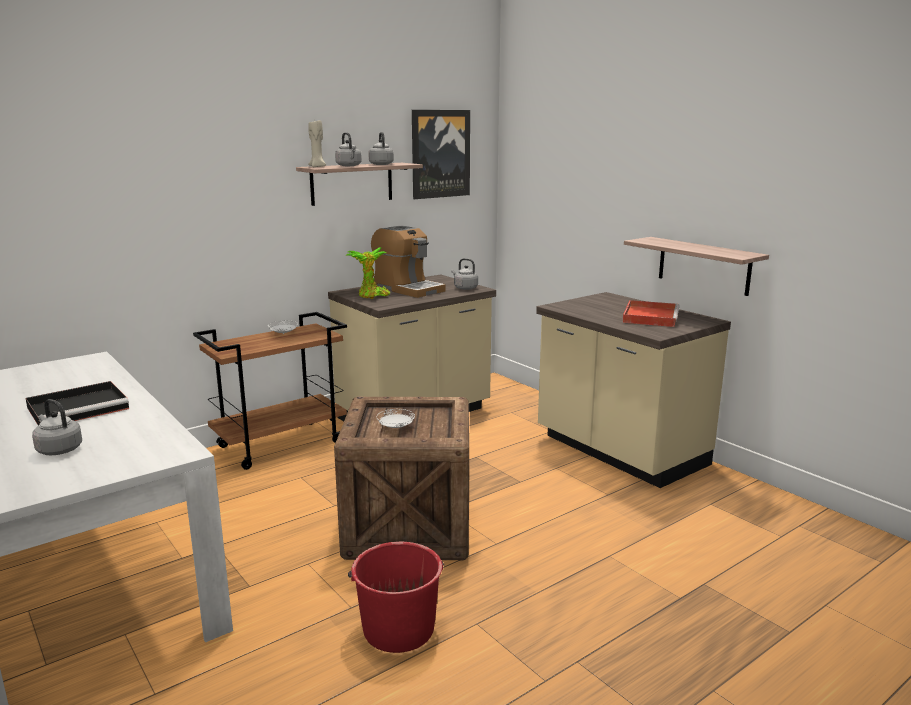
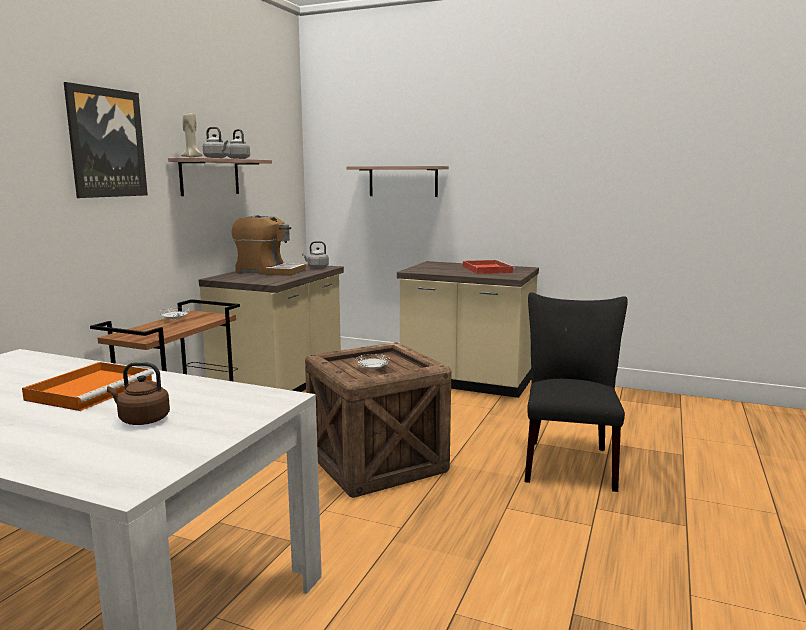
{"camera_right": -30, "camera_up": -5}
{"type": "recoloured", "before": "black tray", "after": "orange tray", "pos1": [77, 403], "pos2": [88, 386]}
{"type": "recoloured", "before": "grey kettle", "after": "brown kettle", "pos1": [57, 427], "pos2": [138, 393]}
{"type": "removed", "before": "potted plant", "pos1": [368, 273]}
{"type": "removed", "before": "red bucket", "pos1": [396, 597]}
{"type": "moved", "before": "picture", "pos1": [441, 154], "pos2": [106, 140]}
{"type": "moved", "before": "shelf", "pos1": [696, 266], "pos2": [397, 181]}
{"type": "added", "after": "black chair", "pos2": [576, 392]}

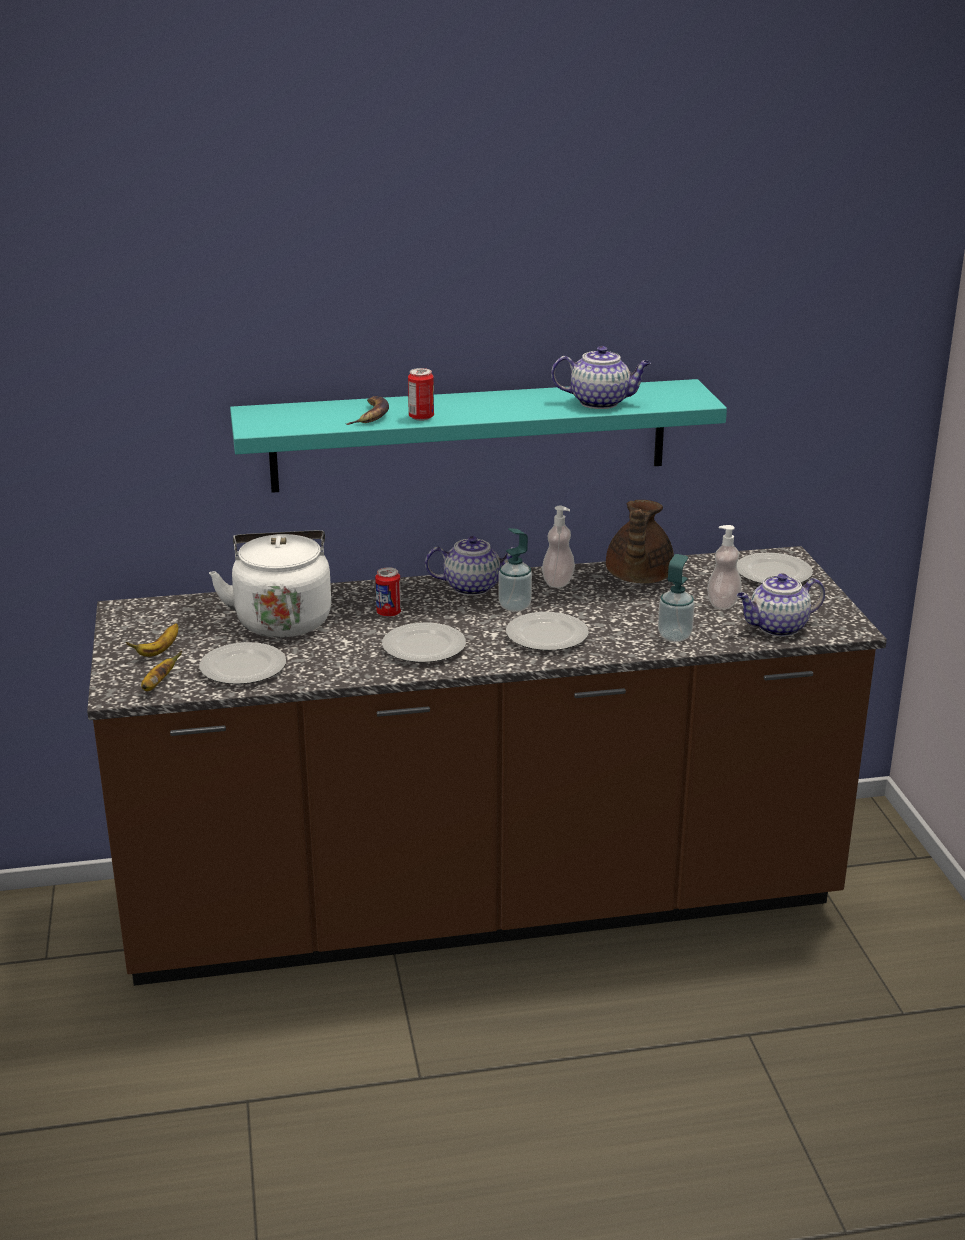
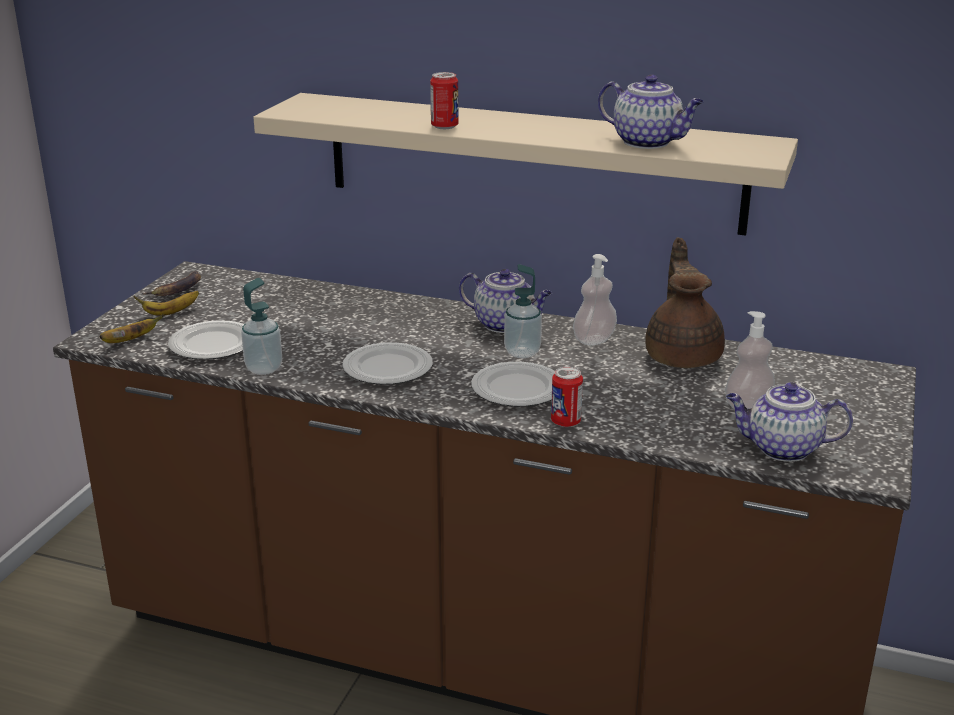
{"camera_right": 30, "camera_up": 0}
{"type": "removed", "before": "white kettle", "pos1": [270, 584]}
{"type": "recoloured", "before": "turquoise shelf", "after": "beige shelf", "pos1": [478, 436], "pos2": [525, 164]}
{"type": "moved", "before": "banana", "pos1": [367, 410], "pos2": [172, 283]}
{"type": "moved", "before": "can", "pos1": [388, 592], "pos2": [567, 397]}
{"type": "turned", "before": "brown teapot", "pos1": [640, 541], "pos2": [685, 302], "turn": 135}
{"type": "moved", "before": "soap dispenser", "pos1": [676, 598], "pos2": [261, 326]}
{"type": "removed", "before": "plate", "pos1": [775, 568]}

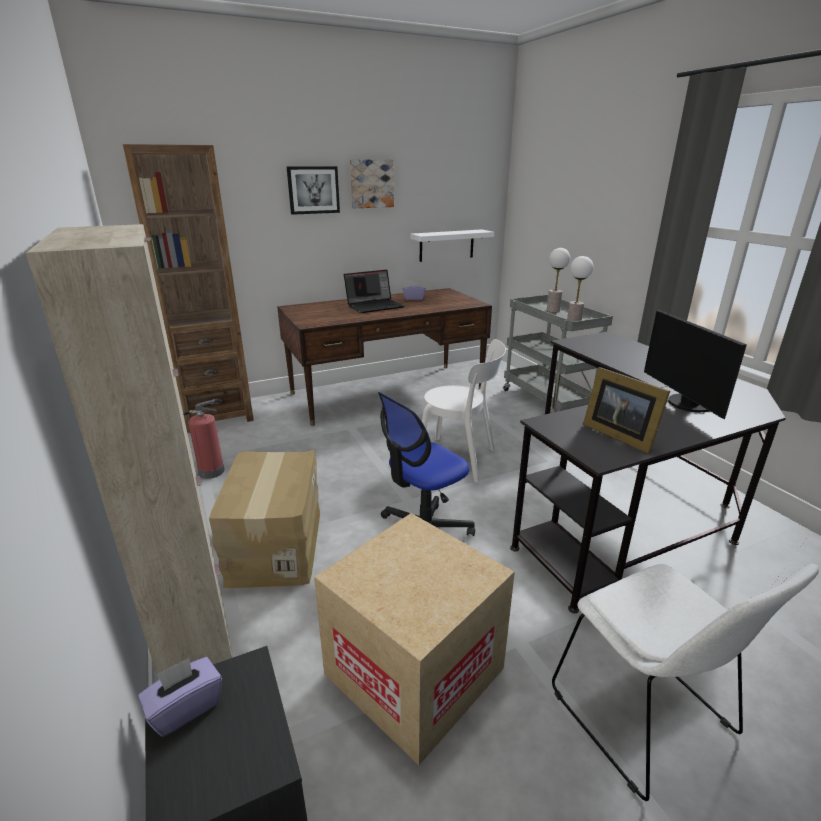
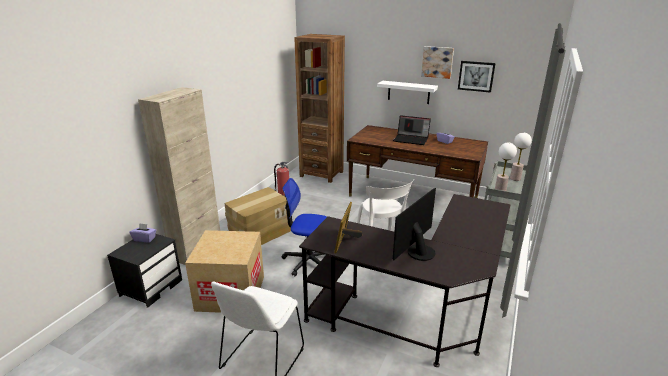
{"camera_right": 50, "camera_up": 0}
{"type": "moved", "before": "picture", "pos1": [313, 190], "pos2": [477, 77]}
{"type": "moved", "before": "white shelf", "pos1": [452, 245], "pos2": [407, 92]}

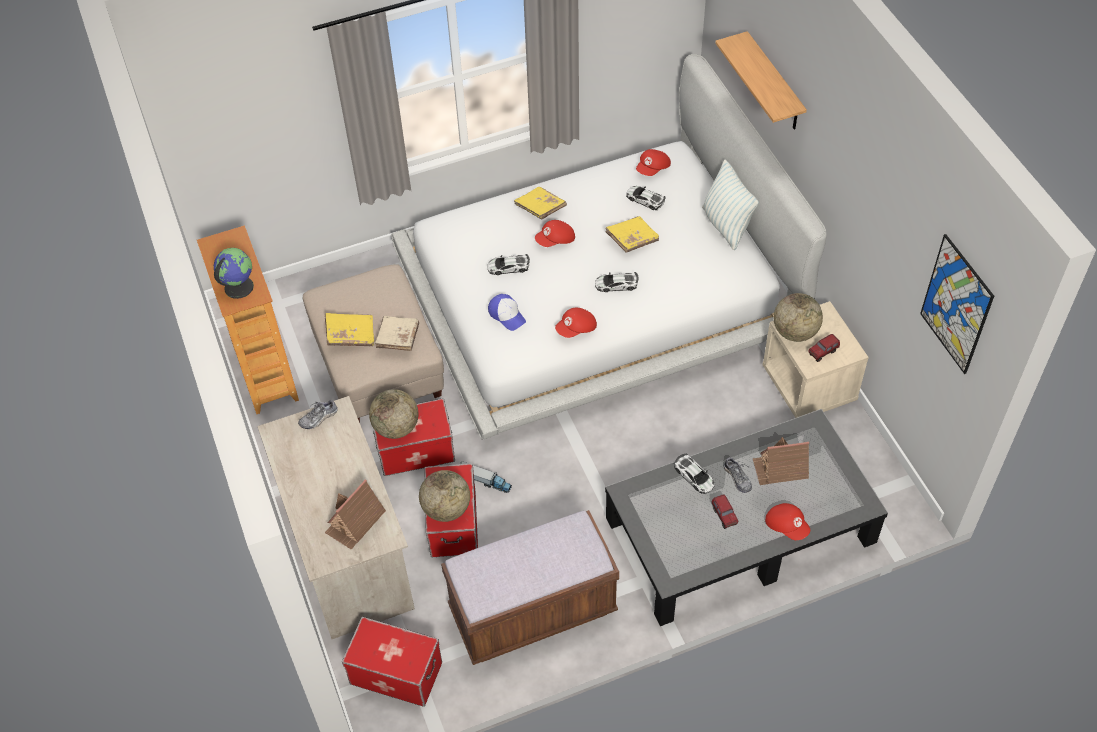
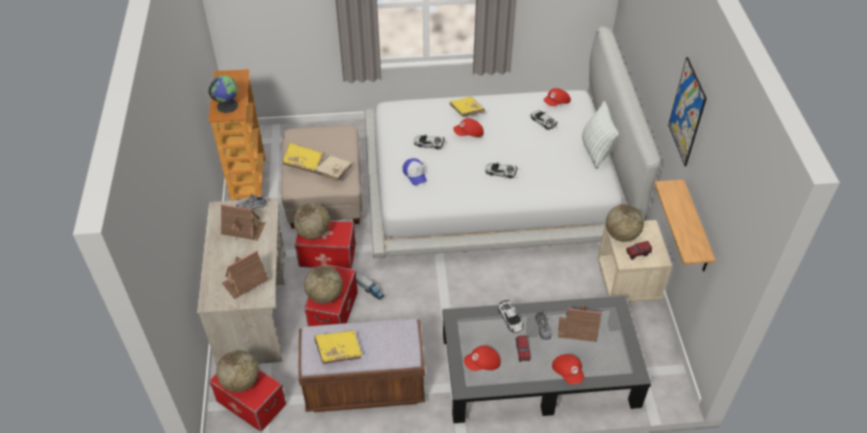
{"camera_right": 15, "camera_up": -5}
{"type": "moved", "before": "red cap", "pos1": [576, 323], "pos2": [482, 358]}
{"type": "moved", "before": "yellow book", "pos1": [632, 234], "pos2": [338, 347]}
{"type": "moved", "before": "shelf", "pos1": [761, 80], "pos2": [685, 226]}
{"type": "moved", "before": "picture", "pos1": [957, 304], "pos2": [687, 111]}
{"type": "added", "after": "globe", "pos2": [237, 371]}
{"type": "added", "after": "toy house", "pos2": [242, 222]}

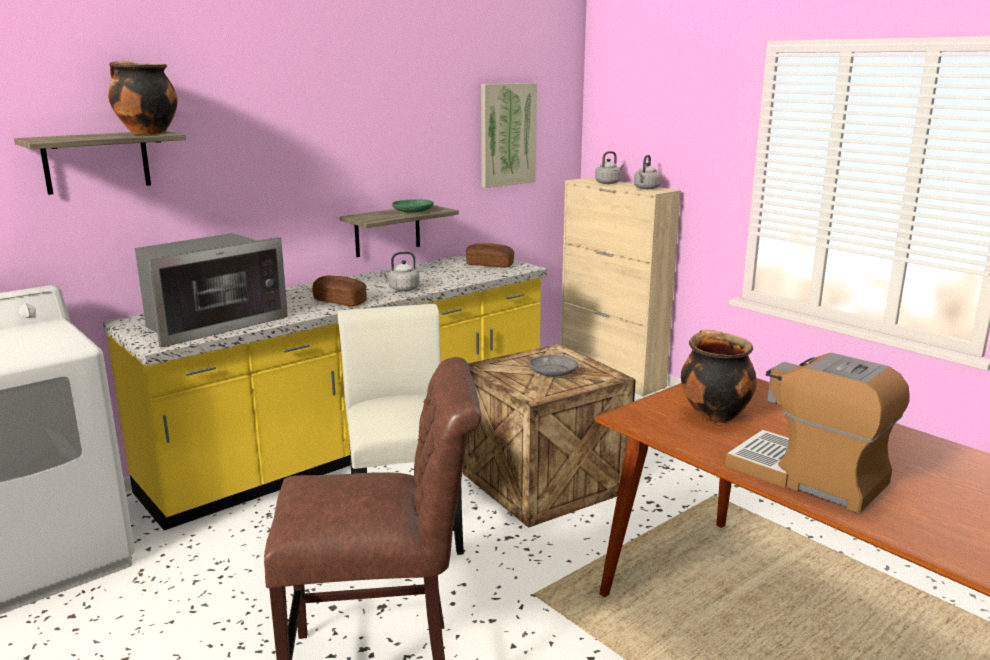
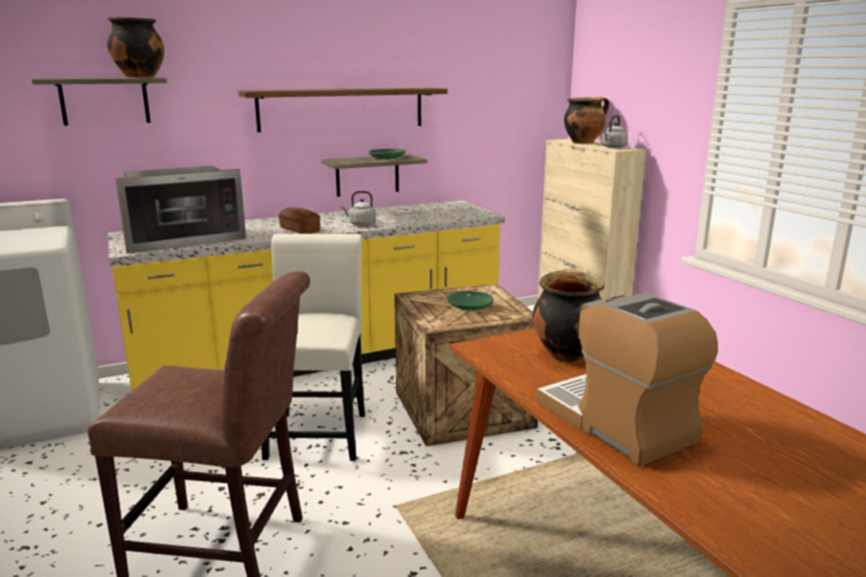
{"camera_right": 15, "camera_up": 0}
{"type": "removed", "before": "bread", "pos1": [490, 255]}
{"type": "removed", "before": "picture", "pos1": [509, 135]}
{"type": "recoloured", "before": "grey plate", "after": "green plate", "pos1": [553, 366], "pos2": [471, 301]}
{"type": "replaced", "before": "grey kettle", "after": "cooking pot", "pos1": [609, 167], "pos2": [586, 120]}
{"type": "added", "after": "shelf", "pos2": [342, 110]}

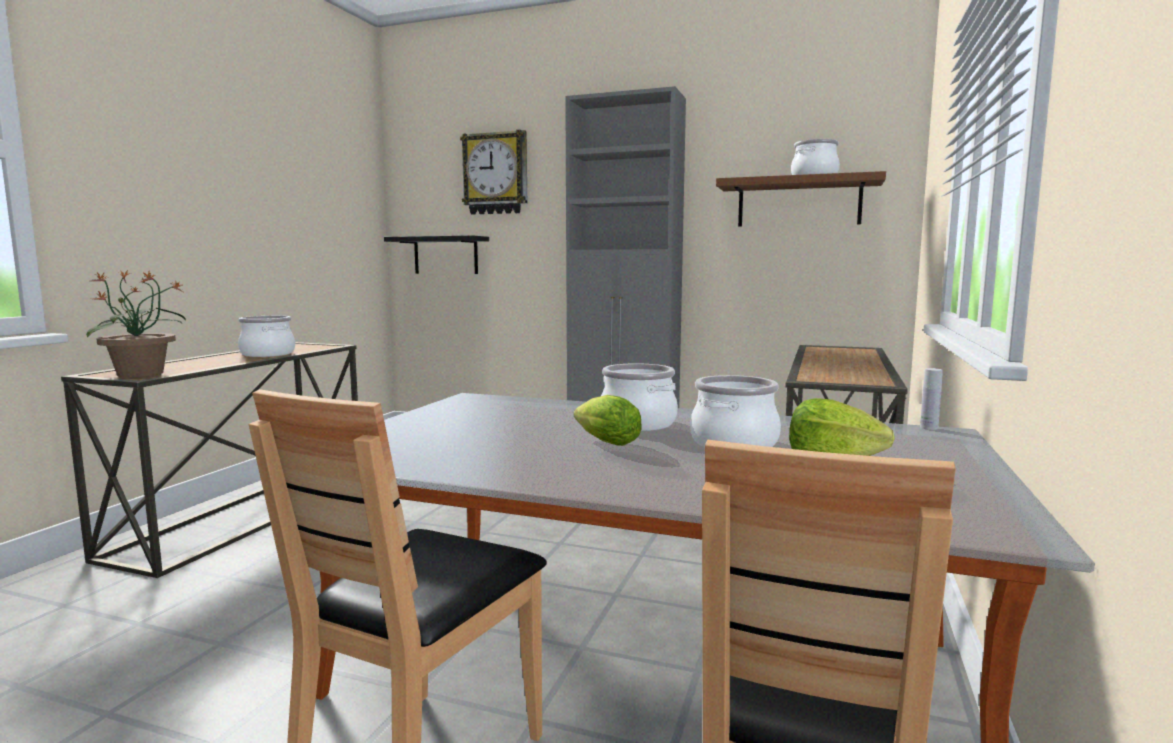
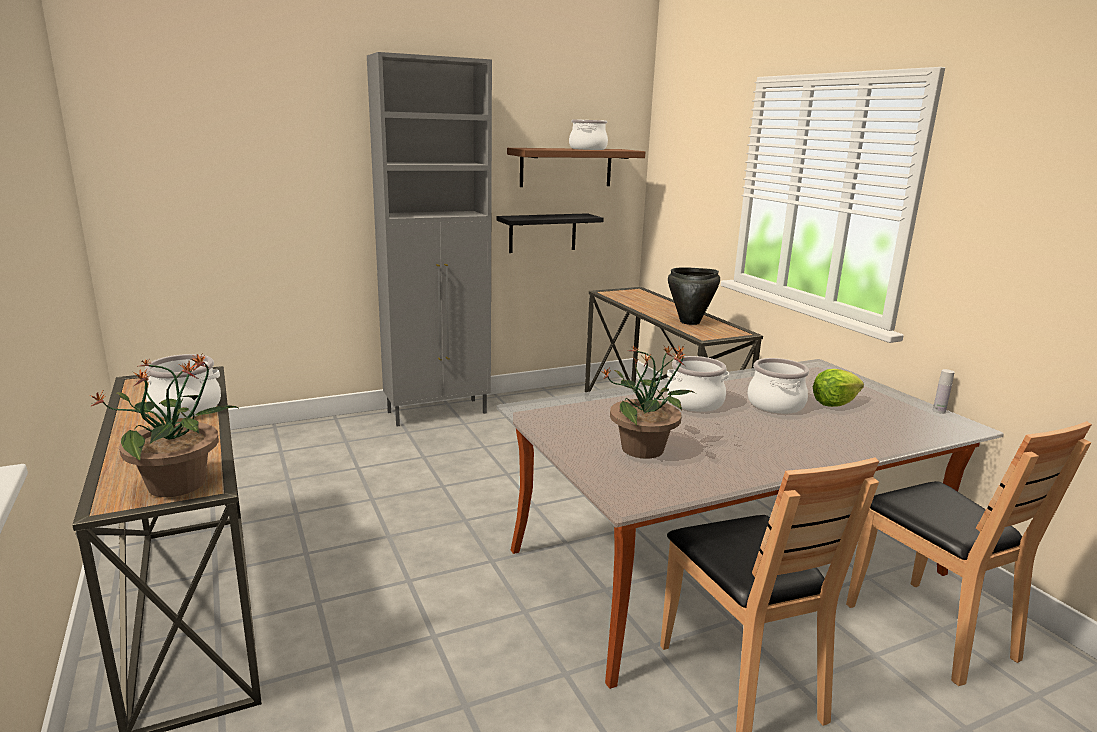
{"camera_right": -45, "camera_up": 10}
{"type": "moved", "before": "black shelf", "pos1": [436, 254], "pos2": [550, 233]}
{"type": "removed", "before": "wall clock", "pos1": [493, 172]}
{"type": "removed", "before": "lettuce", "pos1": [608, 420]}
{"type": "moved", "before": "white bottle", "pos1": [931, 399], "pos2": [943, 391]}
{"type": "added", "after": "potted plant", "pos2": [647, 402]}
{"type": "added", "after": "black cooking pot", "pos2": [694, 296]}

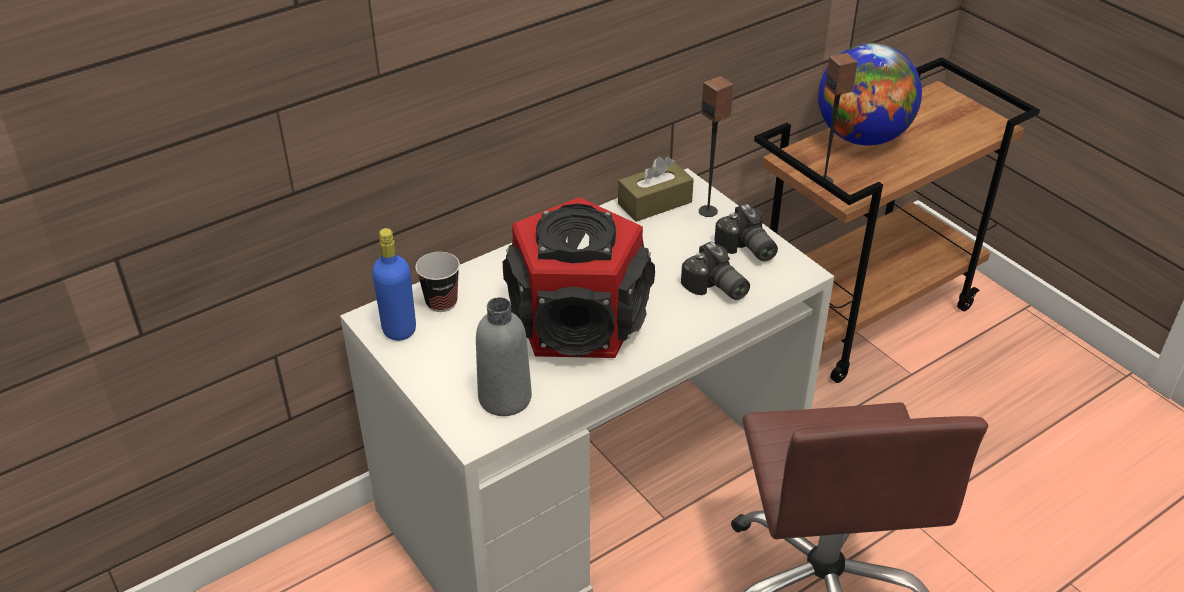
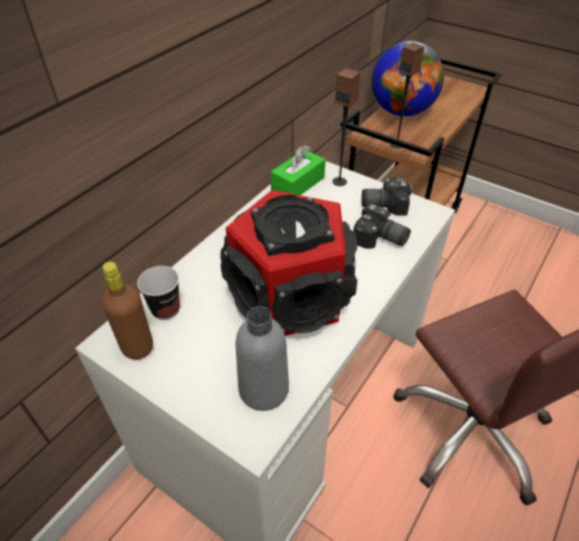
{"camera_right": -20, "camera_up": 5}
{"type": "recoloured", "before": "blue bottle", "after": "brown bottle", "pos1": [394, 284], "pos2": [127, 311]}
{"type": "recoloured", "before": "brown tissue box", "after": "green tissue box", "pos1": [656, 189], "pos2": [298, 170]}
{"type": "turned", "before": "photo camera", "pos1": [746, 233], "pos2": [386, 196], "turn": 135}

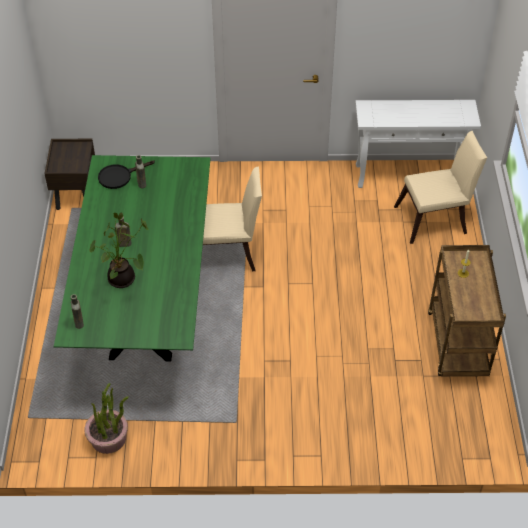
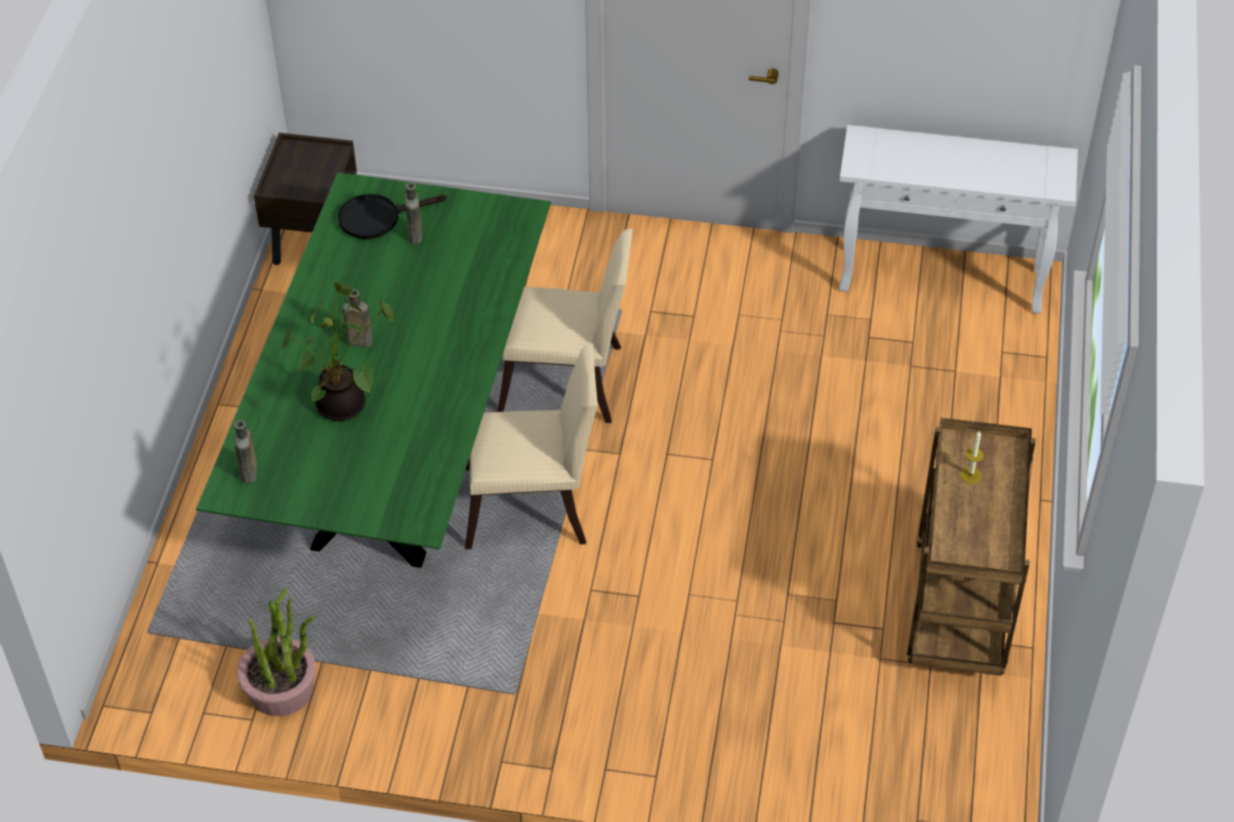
{"camera_right": 10, "camera_up": 0}
{"type": "moved", "before": "beige chair", "pos1": [440, 187], "pos2": [531, 446]}

